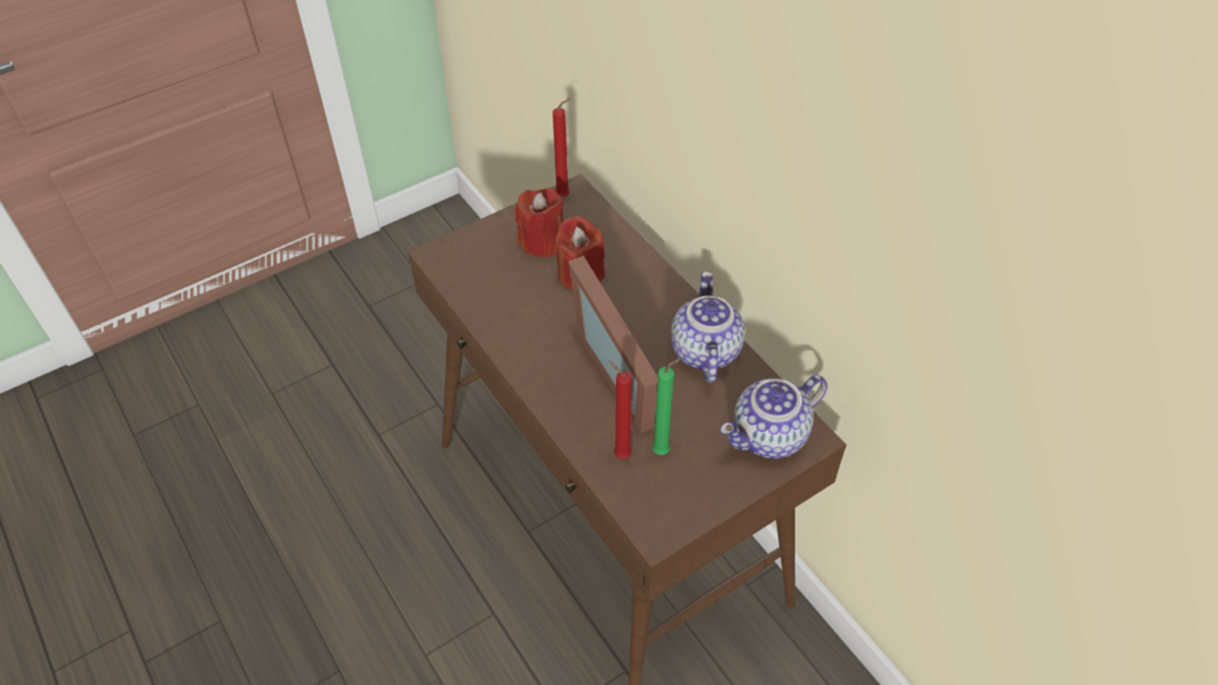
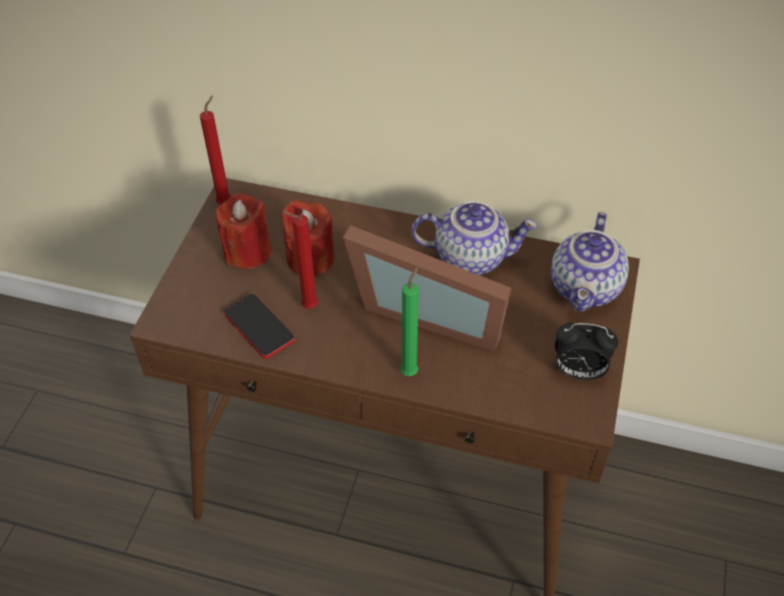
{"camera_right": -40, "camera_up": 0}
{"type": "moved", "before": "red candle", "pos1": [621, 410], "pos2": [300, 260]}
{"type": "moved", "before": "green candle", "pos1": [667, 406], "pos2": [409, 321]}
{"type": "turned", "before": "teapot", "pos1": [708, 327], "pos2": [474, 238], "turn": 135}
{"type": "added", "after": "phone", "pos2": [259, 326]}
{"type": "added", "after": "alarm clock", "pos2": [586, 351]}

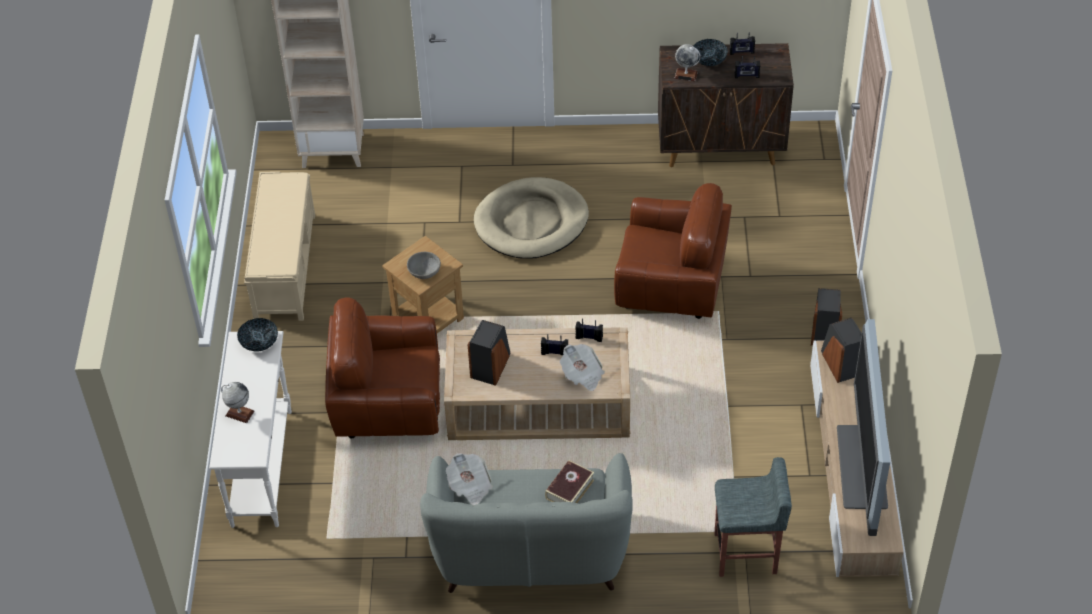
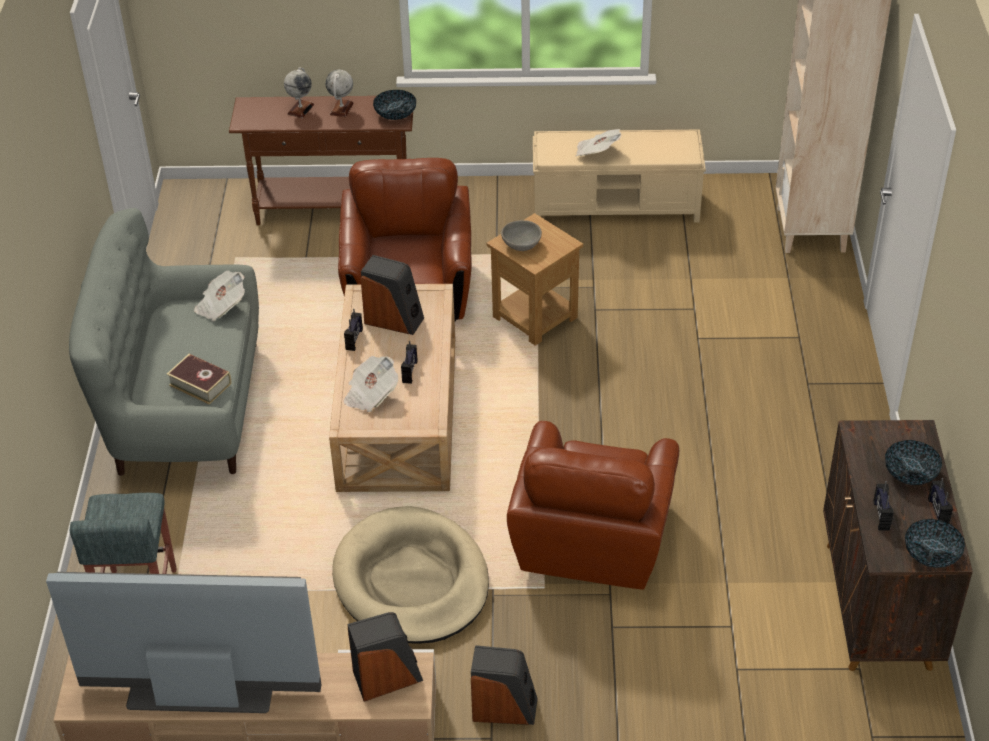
{"camera_right": 90, "camera_up": -5}
{"type": "recoloured", "before": "white console table", "after": "brown console table", "pos1": [250, 429], "pos2": [321, 160]}
{"type": "moved", "before": "beige dog bed", "pos1": [531, 218], "pos2": [410, 575]}
{"type": "moved", "before": "radio", "pos1": [589, 330], "pos2": [353, 330]}
{"type": "moved", "before": "globe", "pos1": [687, 62], "pos2": [339, 93]}
{"type": "added", "after": "newspaper", "pos2": [598, 142]}
{"type": "added", "after": "bowl", "pos2": [935, 543]}

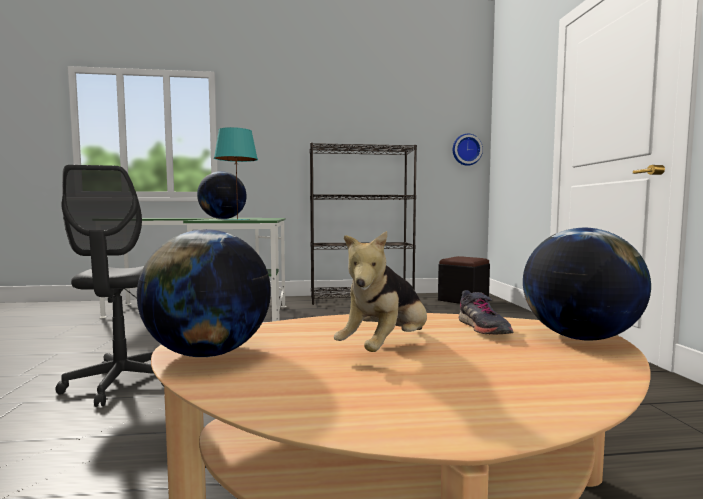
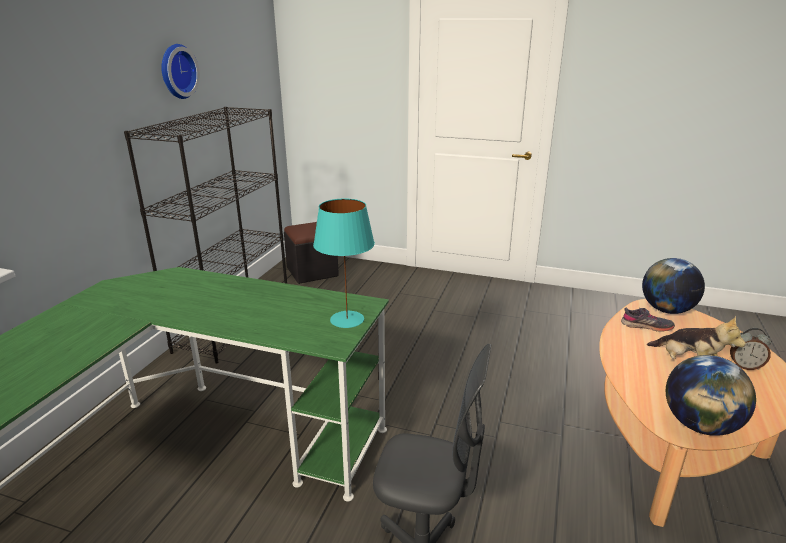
{"camera_right": -65, "camera_up": 20}
{"type": "removed", "before": "globe", "pos1": [222, 195]}
{"type": "moved", "before": "wall clock", "pos1": [468, 150], "pos2": [180, 71]}
{"type": "added", "after": "alarm clock", "pos2": [750, 349]}

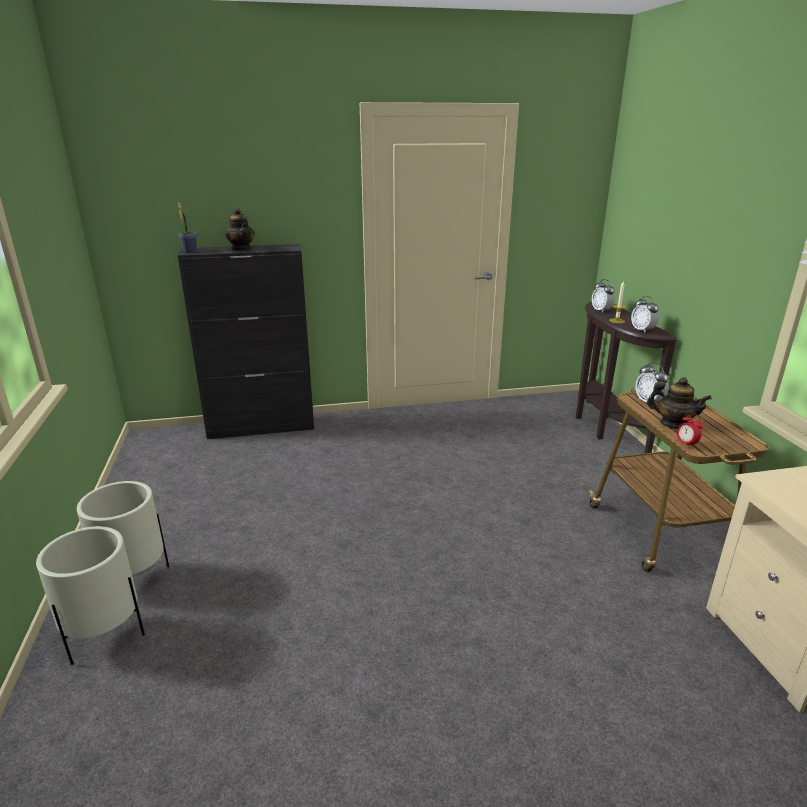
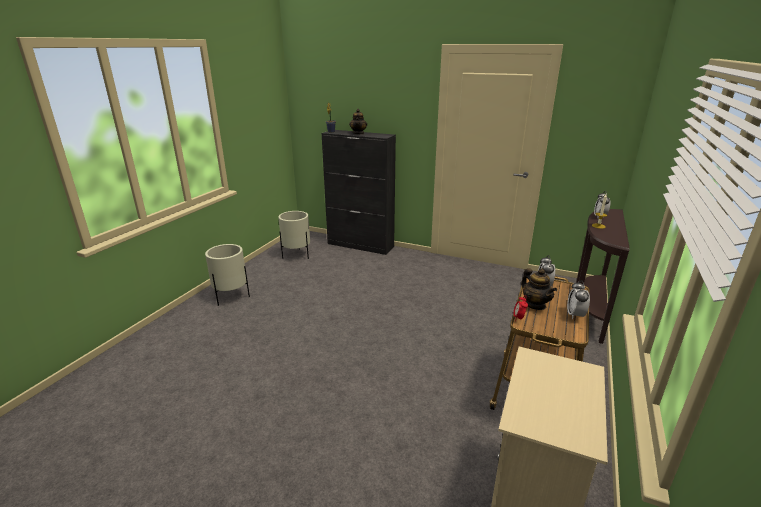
{"camera_right": 35, "camera_up": 0}
{"type": "moved", "before": "beige planter", "pos1": [90, 595], "pos2": [294, 235]}
{"type": "moved", "before": "alarm clock", "pos1": [645, 314], "pos2": [578, 299]}

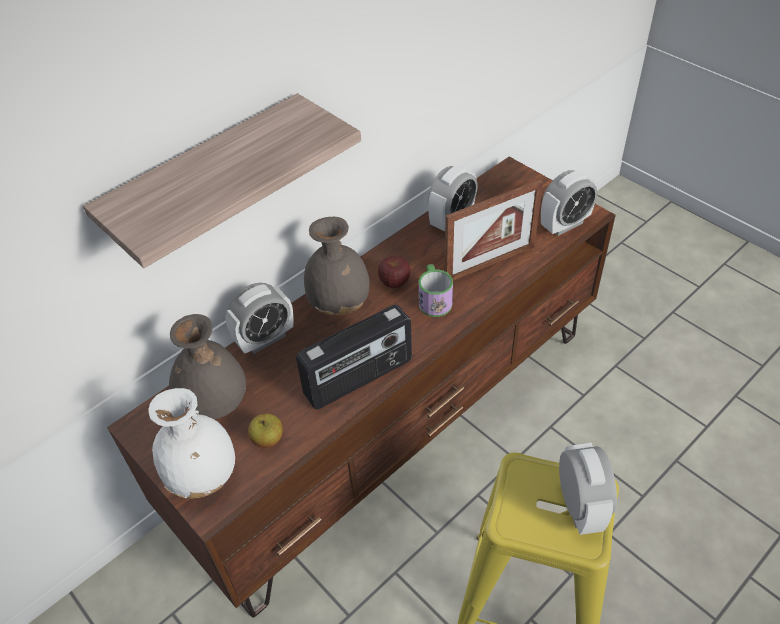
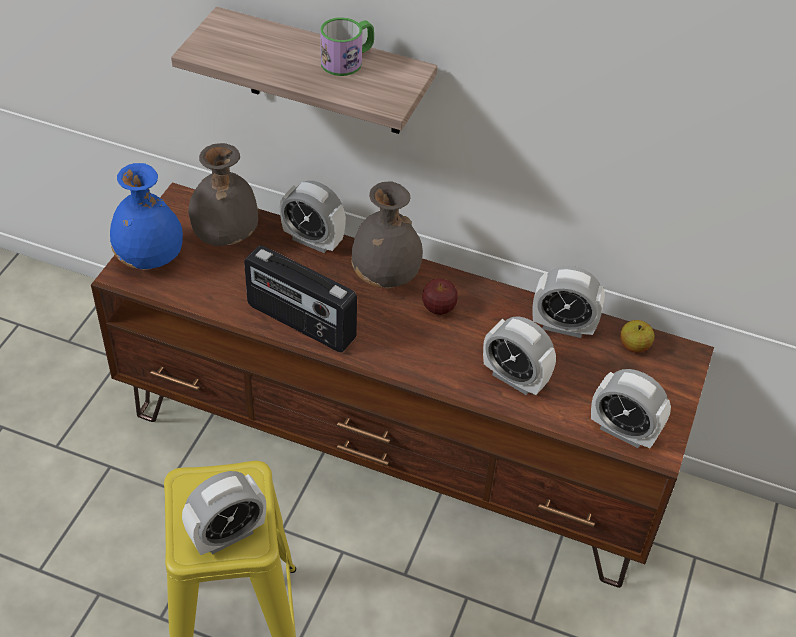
{"camera_right": 60, "camera_up": 0}
{"type": "recoloured", "before": "white vase", "after": "blue vase", "pos1": [191, 443], "pos2": [146, 216]}
{"type": "moved", "before": "apple", "pos1": [265, 430], "pos2": [637, 336]}
{"type": "moved", "before": "mug", "pos1": [436, 290], "pos2": [347, 46]}
{"type": "replaced", "before": "picture frame", "after": "alarm clock", "pos1": [494, 230], "pos2": [519, 355]}

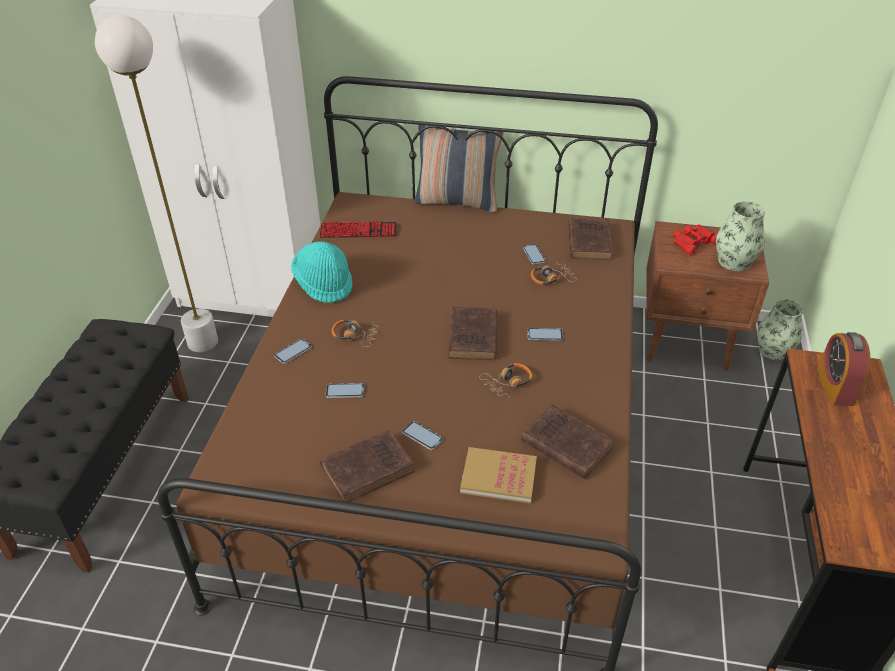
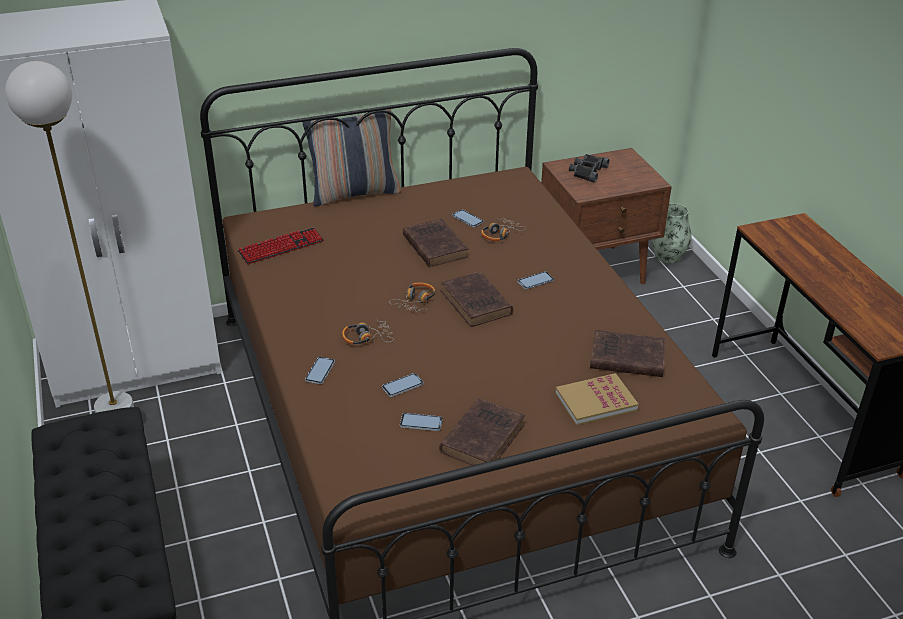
{"camera_right": -30, "camera_up": -5}
{"type": "removed", "before": "turquoise hat", "pos1": [322, 272]}
{"type": "moved", "before": "phone", "pos1": [422, 435], "pos2": [421, 422]}
{"type": "moved", "before": "headphones", "pos1": [505, 380], "pos2": [412, 297]}
{"type": "moved", "before": "brown book", "pos1": [590, 239], "pos2": [436, 243]}
{"type": "recoloured", "before": "red binoculars", "after": "black binoculars", "pos1": [695, 240], "pos2": [589, 168]}
{"type": "removed", "before": "vase", "pos1": [740, 236]}
{"type": "removed", "before": "alarm clock", "pos1": [844, 369]}

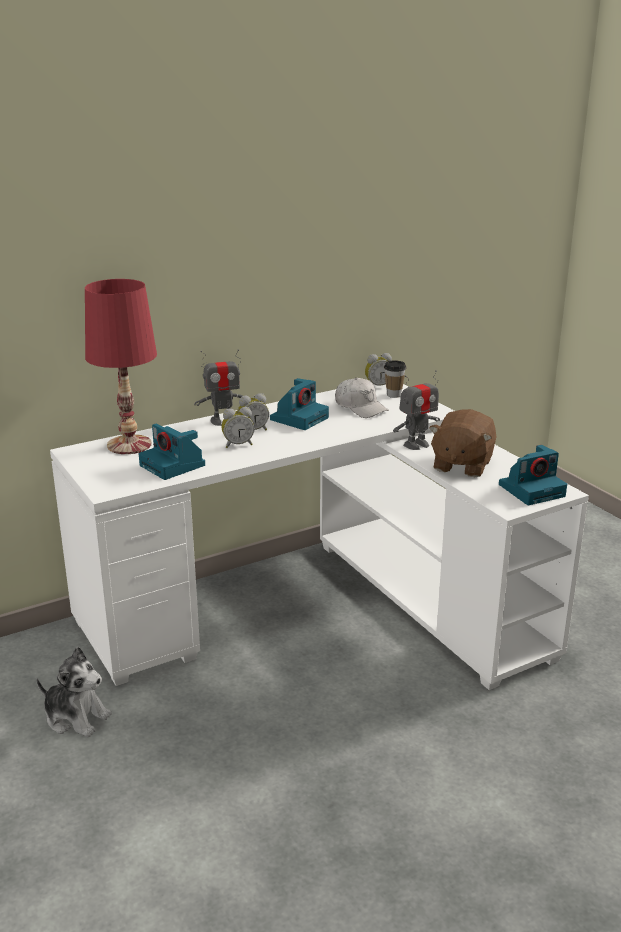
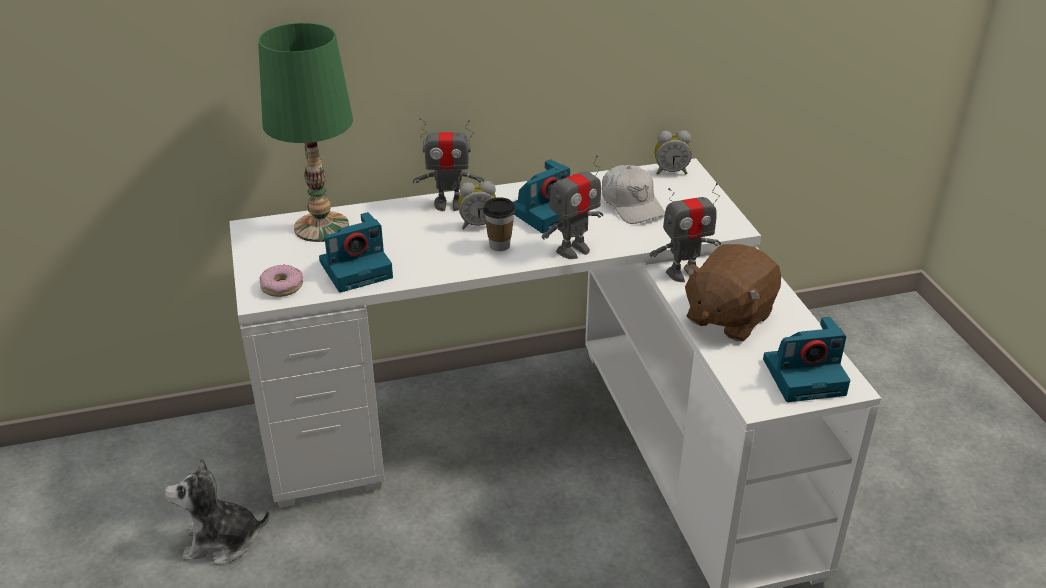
{"camera_right": 15, "camera_up": 10}
{"type": "turned", "before": "plush toy", "pos1": [74, 691], "pos2": [217, 511], "turn": 135}
{"type": "recoloured", "before": "red table lamp", "after": "green table lamp", "pos1": [121, 366], "pos2": [305, 132]}
{"type": "turned", "before": "photo camera", "pos1": [172, 451], "pos2": [356, 252], "turn": -90}
{"type": "removed", "before": "alarm clock", "pos1": [238, 427]}
{"type": "moved", "before": "cup", "pos1": [395, 379], "pos2": [499, 224]}
{"type": "added", "after": "donut", "pos2": [281, 281]}
{"type": "added", "after": "toy robot", "pos2": [572, 207]}

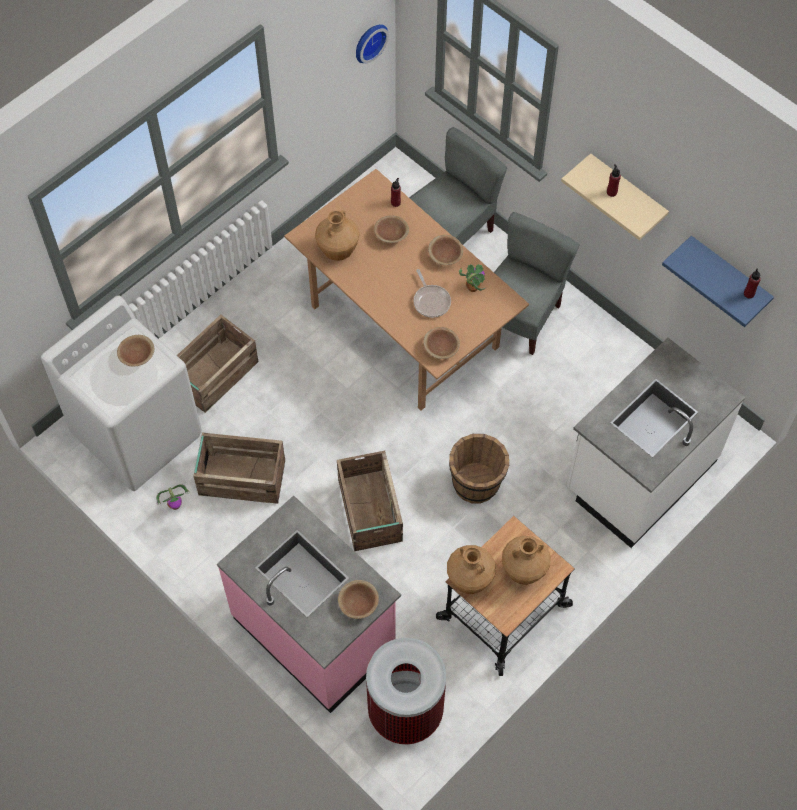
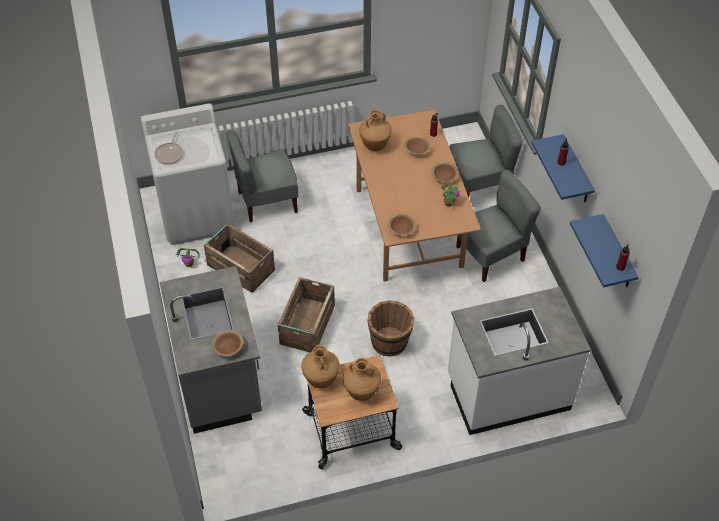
{"camera_right": 30, "camera_up": -10}
{"type": "removed", "before": "brown bowl", "pos1": [135, 351]}
{"type": "replaced", "before": "crate", "after": "grey chair", "pos1": [218, 364], "pos2": [262, 176]}
{"type": "recoloured", "before": "pink counter", "after": "grey counter", "pos1": [309, 604], "pos2": [210, 350]}
{"type": "removed", "before": "wall clock", "pos1": [372, 43]}
{"type": "removed", "before": "trash can", "pos1": [406, 691]}
{"type": "moved", "before": "frying pan", "pos1": [432, 293], "pos2": [168, 147]}
{"type": "recoloured", "before": "beige shelf", "after": "blue shelf", "pos1": [615, 196], "pos2": [563, 168]}

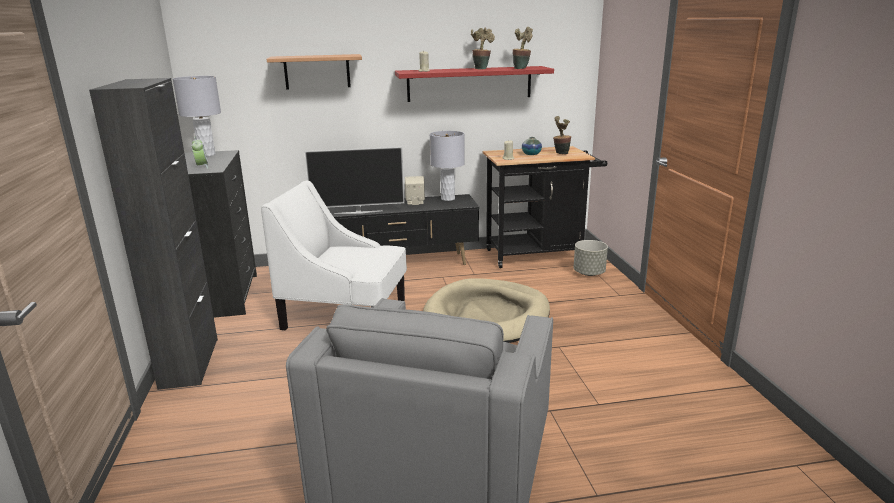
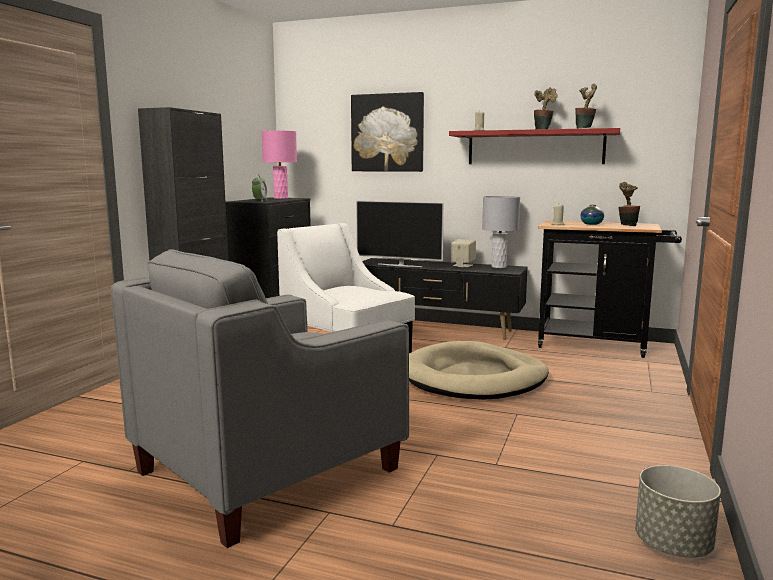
{"camera_right": 30, "camera_up": -10}
{"type": "recoloured", "before": "grey table lamp", "after": "pink table lamp", "pos1": [197, 116], "pos2": [279, 164]}
{"type": "replaced", "before": "shelf", "after": "picture", "pos1": [314, 72], "pos2": [387, 132]}
{"type": "moved", "before": "grey planter", "pos1": [590, 258], "pos2": [678, 511]}

